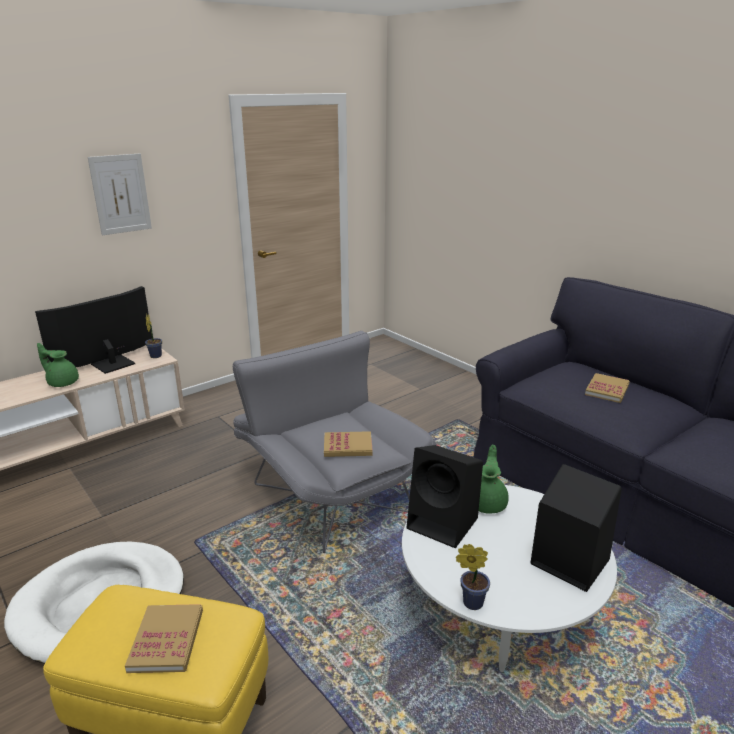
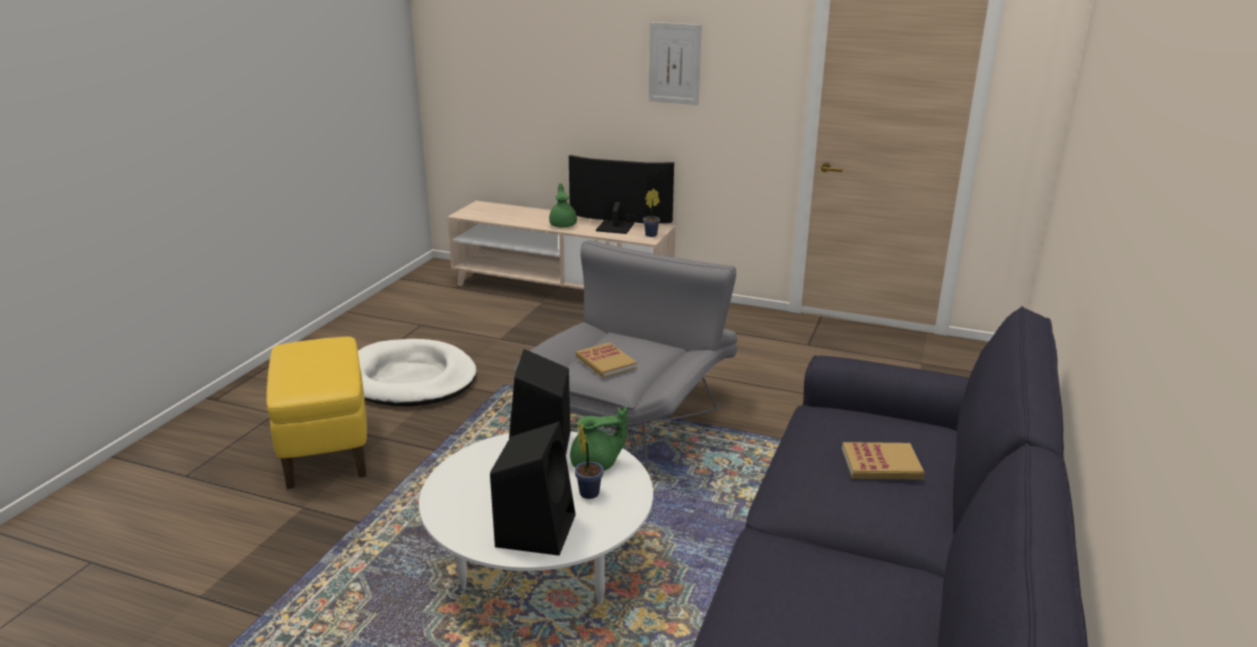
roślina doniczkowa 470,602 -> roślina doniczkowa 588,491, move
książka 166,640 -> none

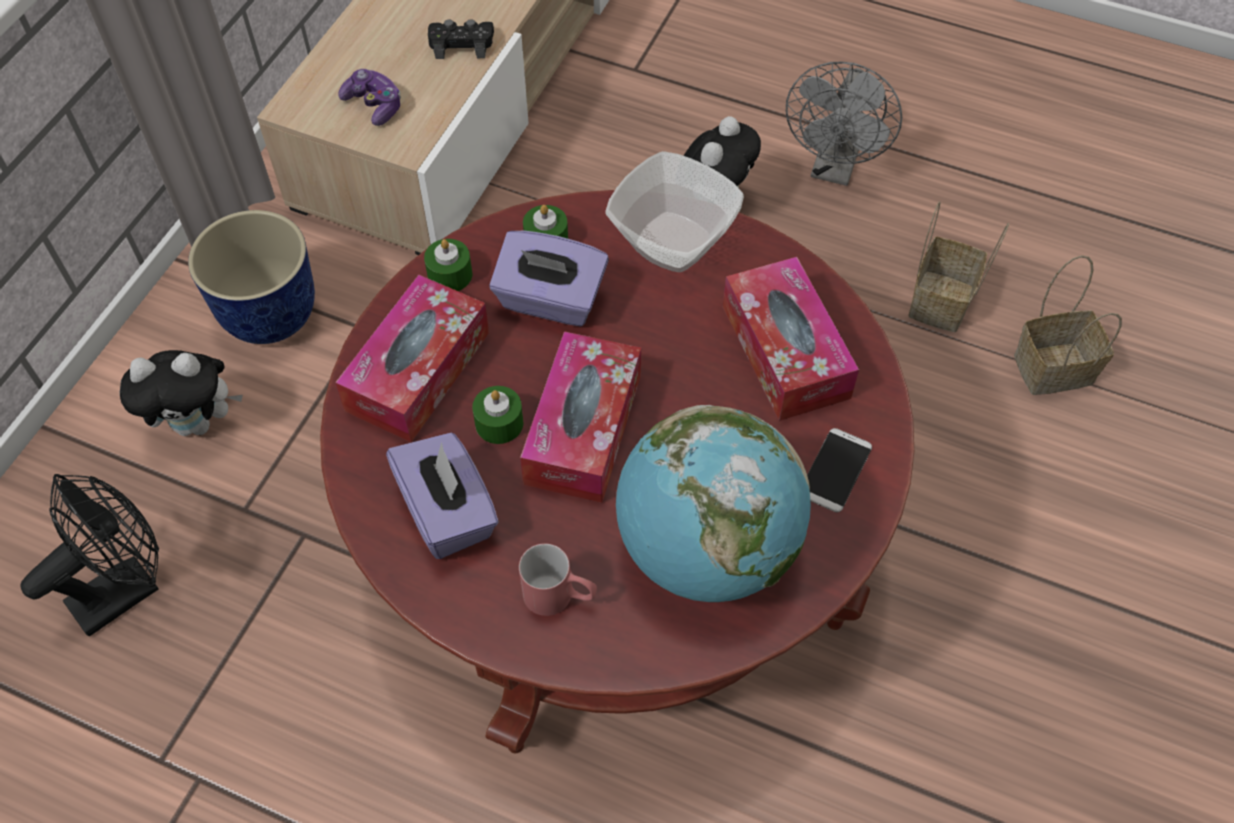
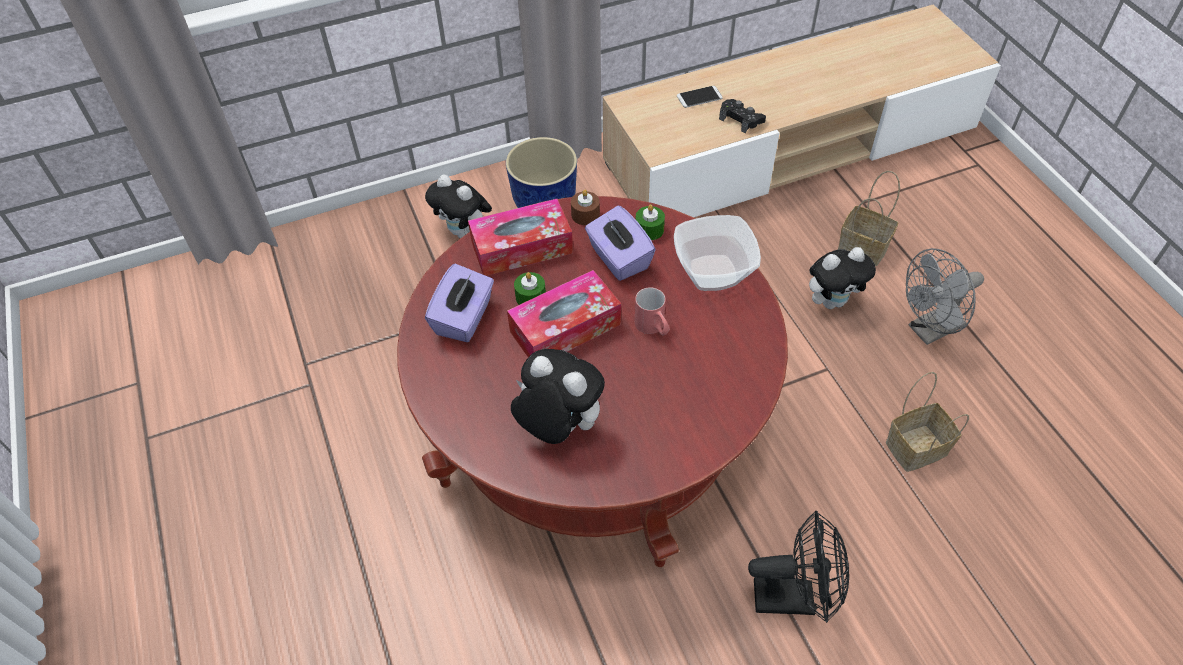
globus 706,549 -> pluszak 558,427
świeca/zielony 450,275 -> świeca/brązowy 585,214
kubek/czerwony 560,597 -> kubek/czerwony 653,328, move
telefon 835,470 -> telefon 699,97, move
wentylator/czarny 125,588 -> wentylator/czarny 794,597, move
koszyk 1055,367 -> koszyk 865,248, move
pad do gier 374,105 -> none
pudełko chusteczek 785,351 -> none

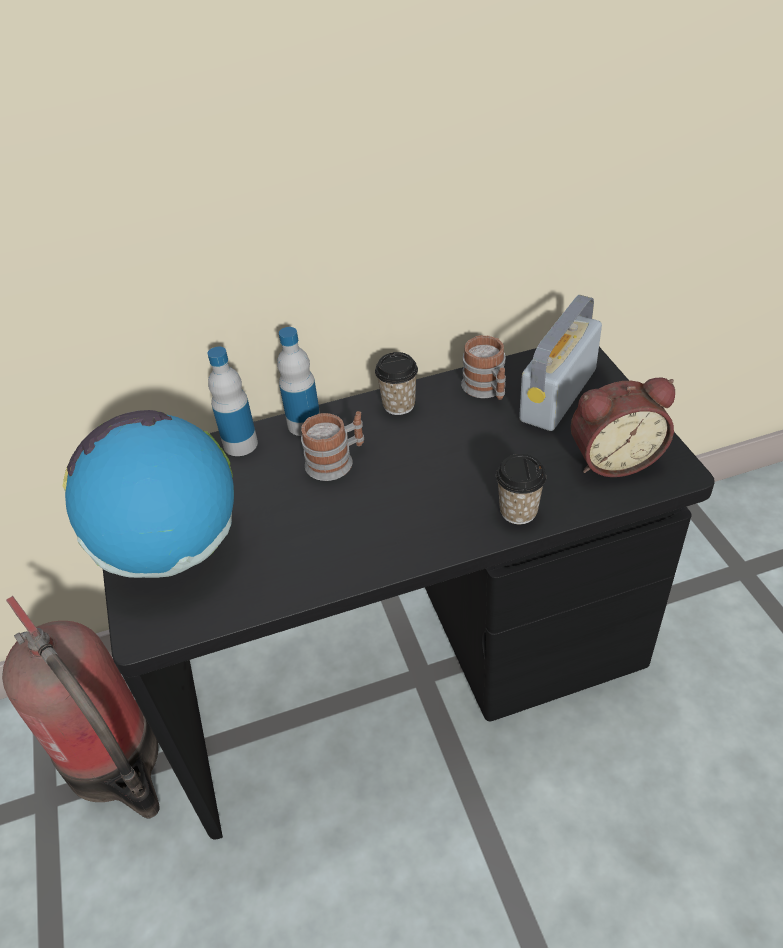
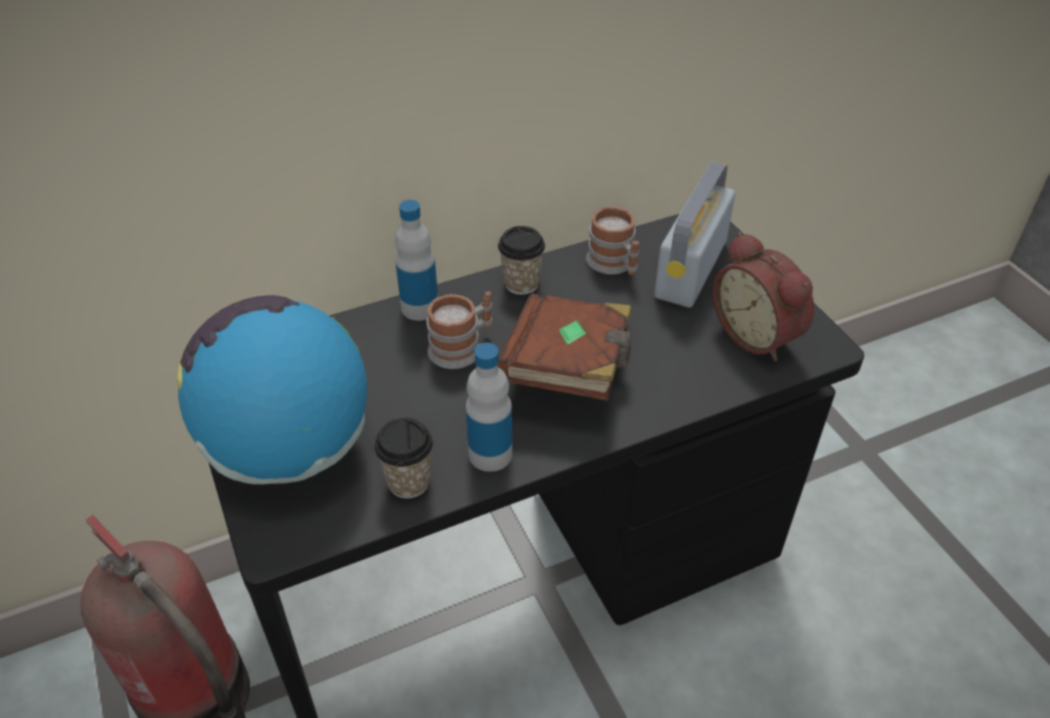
filiżanka 518,511 -> filiżanka 409,481, move
butelka 240,444 -> butelka 490,454, move
none -> książka/brązowy 569,368
budzik 613,458 -> budzik 758,334, 75 degrees clockwise

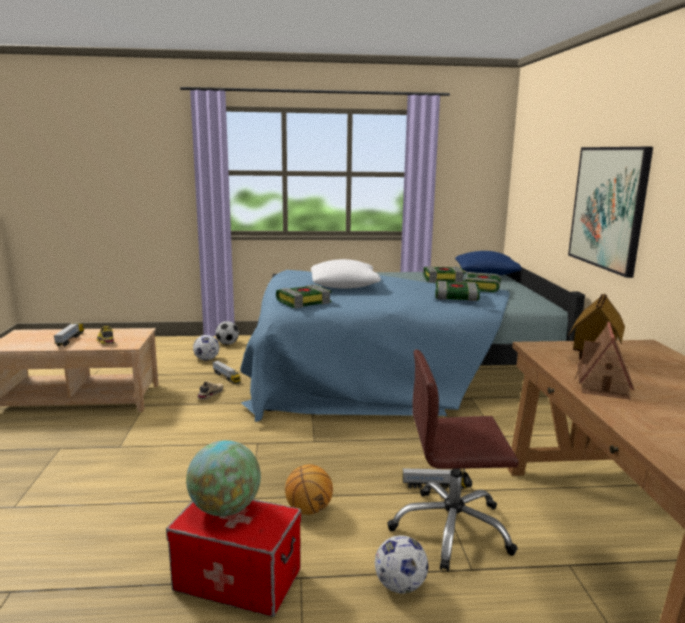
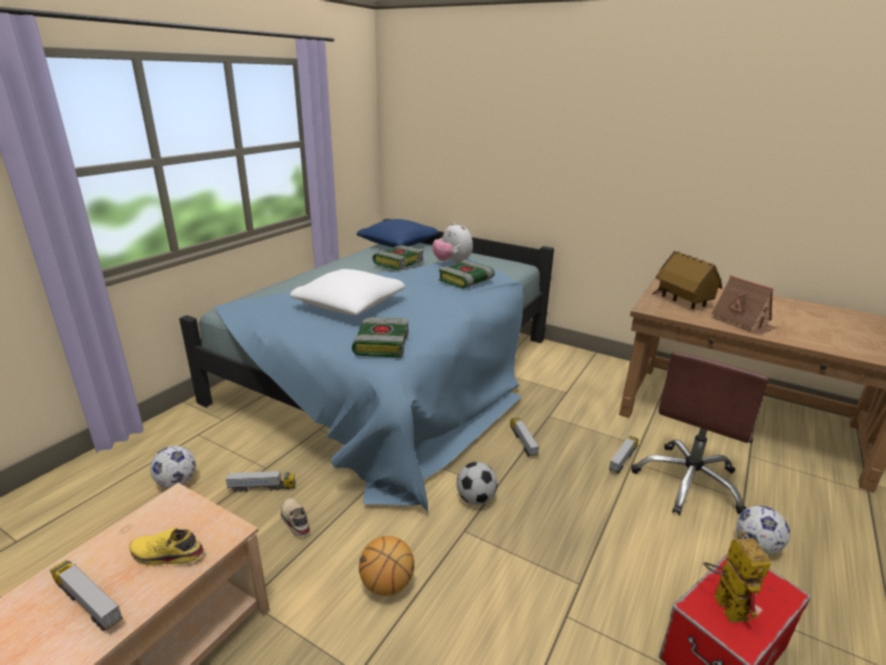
piłka do koszykówki 308,510 -> piłka do koszykówki 387,584, move
książka 483,288 -> pluszak 452,262
piłka futbolowa 227,344 -> piłka futbolowa 475,499, move
none -> ciężarówka zabawkowa 523,441
globus 225,509 -> robot zabawkowy 723,602
obraz 608,207 -> none

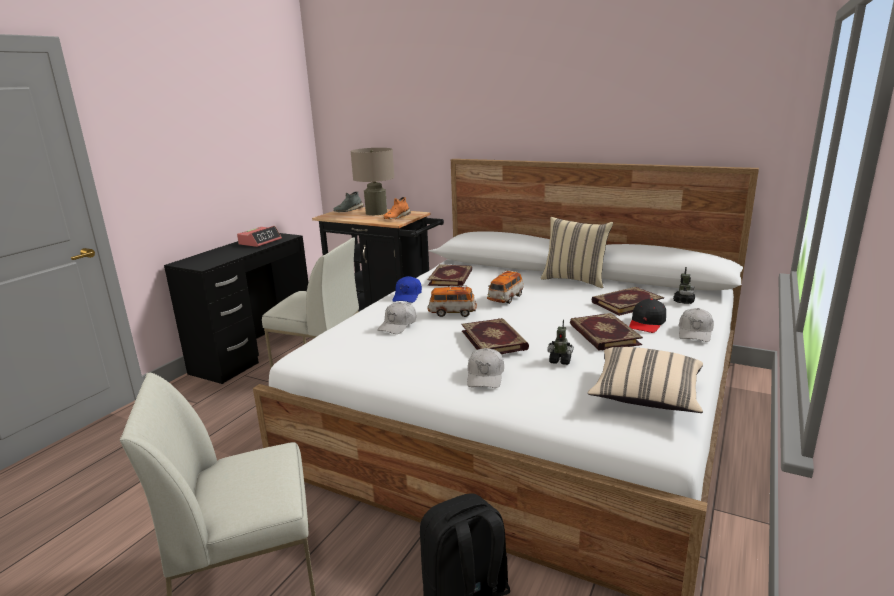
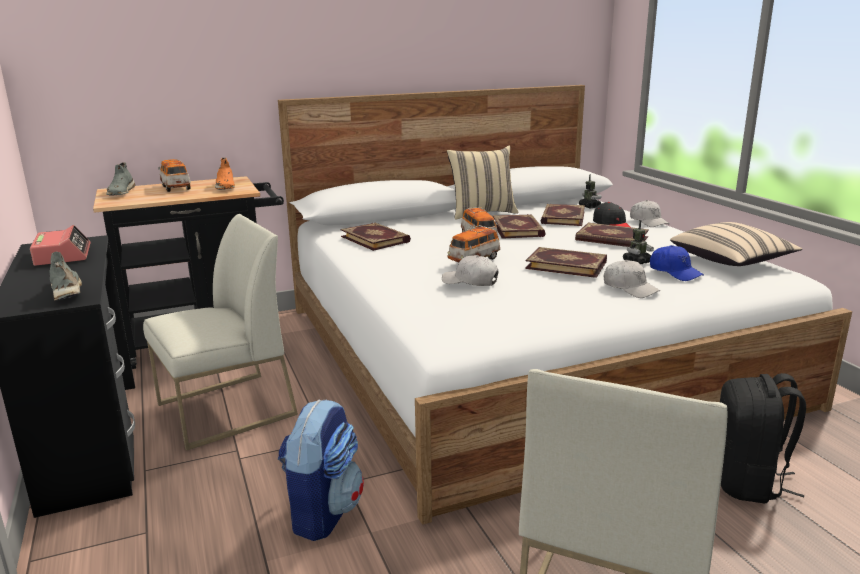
none -> but/szary 67,291
lampa stołowa/beżowy 376,213 -> samochodzik 176,187
none -> plecak 323,512
czapka z daszkiem/biały 398,325 -> czapka z daszkiem/biały 470,281, 135 degrees clockwise
none -> książka 518,229
czapka z daszkiem/niebieski 407,296 -> czapka z daszkiem/niebieski 675,272, move

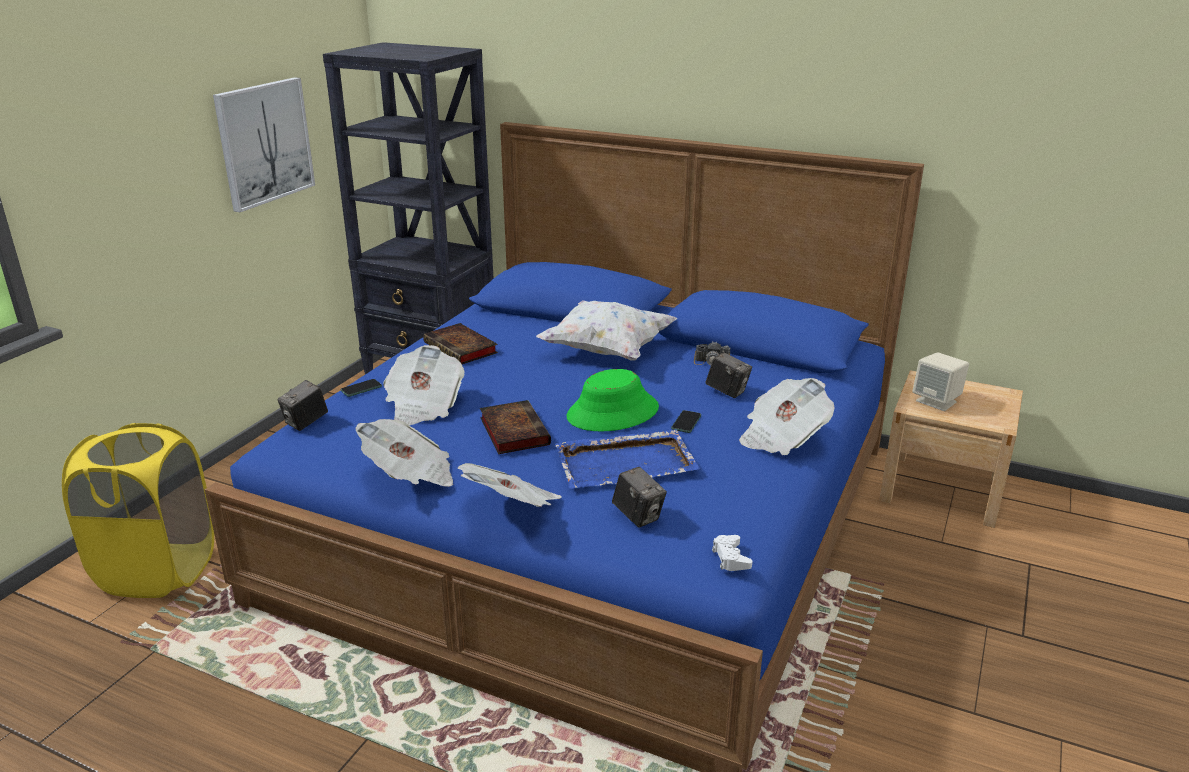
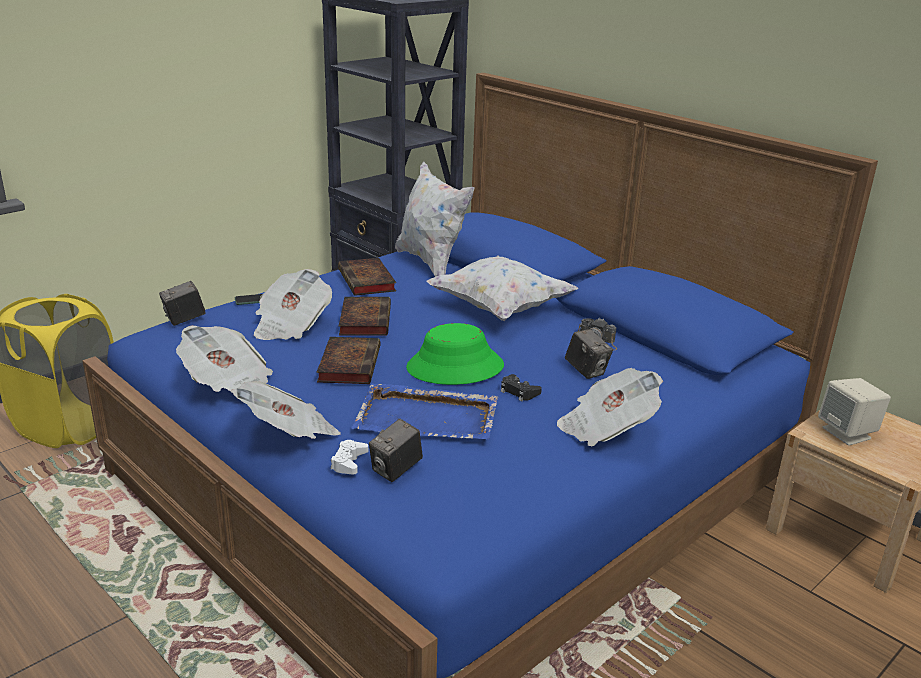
pad do gier/biały 730,558 -> pad do gier/biały 349,462, move
none -> książka 364,320
aparat fotograficzny 638,516 -> aparat fotograficzny 396,470, 60 degrees clockwise
none -> poduszka/biały 431,263
telefon 686,422 -> pad do gier/czarny 519,392
obraz 264,143 -> none

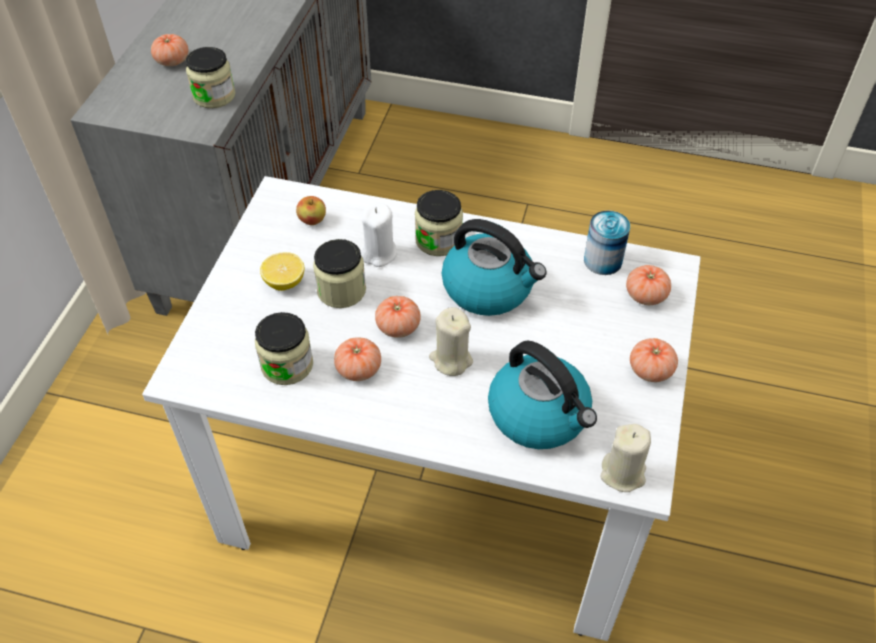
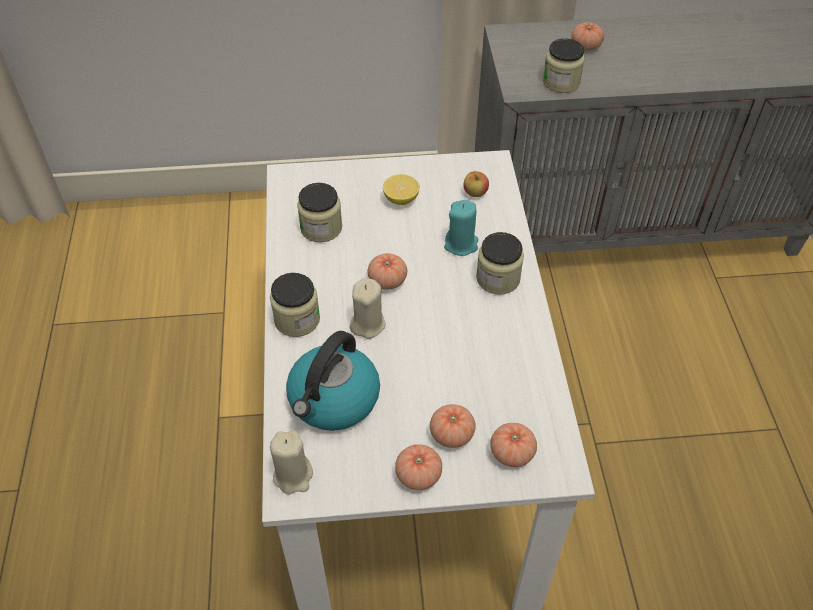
słoik 341,290 -> słoik 297,319, move
pomidor 358,369 -> pomidor 451,434, move
świeca/biały 379,253 -> świeca/turkusowy 461,244
czajnik 489,288 -> none
puszka 603,260 -> none

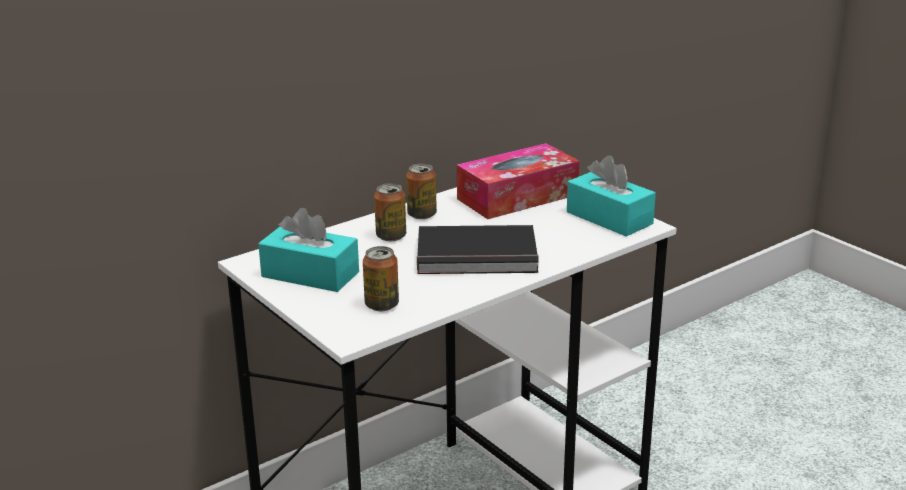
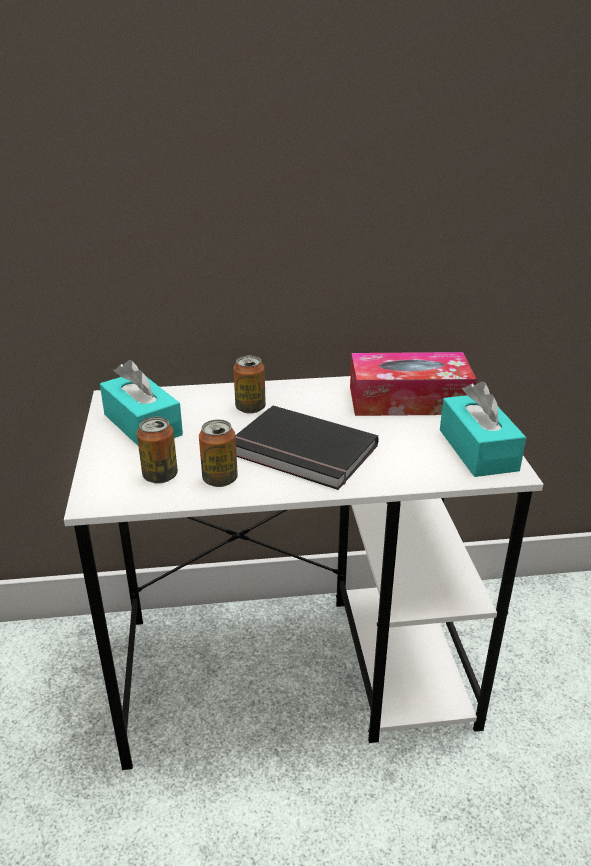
puszka 421,215 -> puszka 220,479, move

